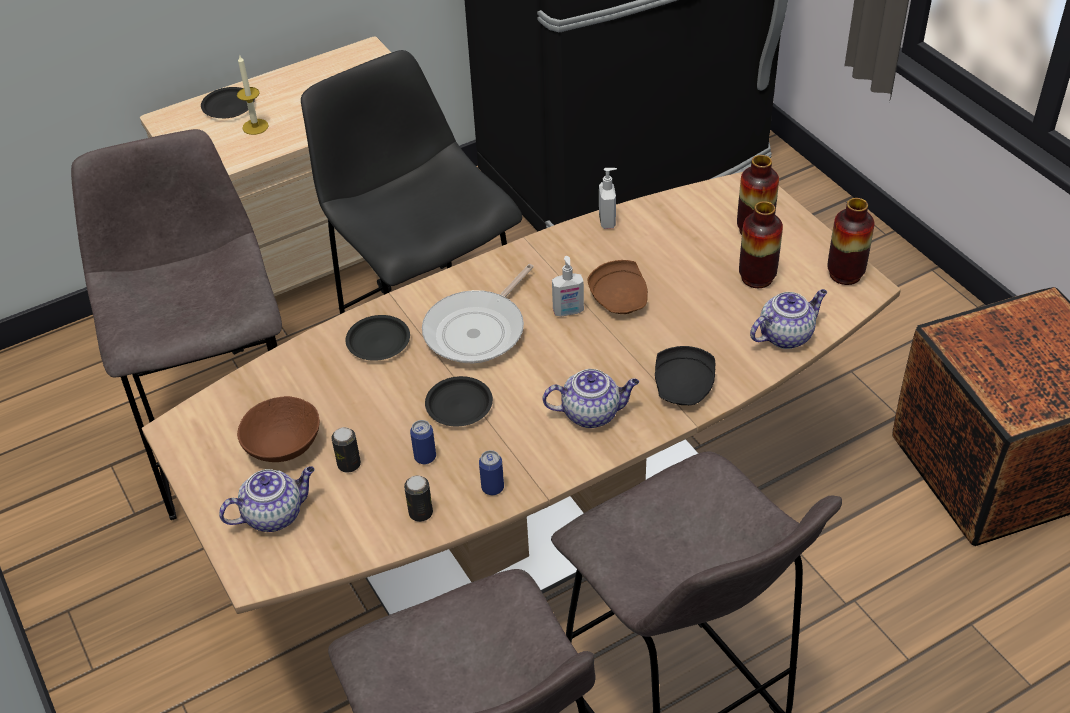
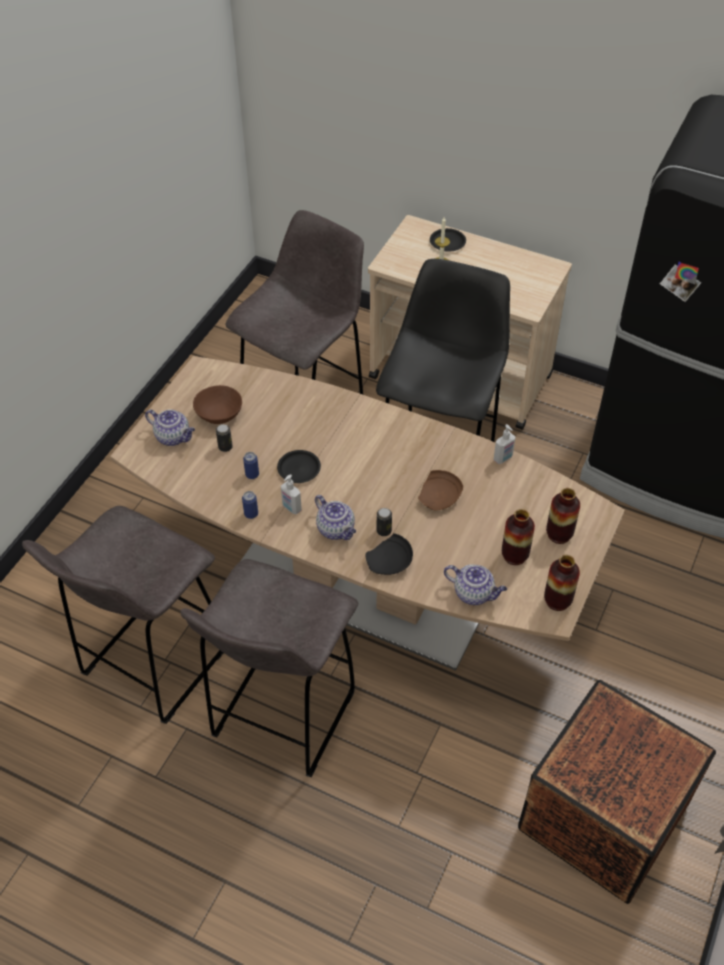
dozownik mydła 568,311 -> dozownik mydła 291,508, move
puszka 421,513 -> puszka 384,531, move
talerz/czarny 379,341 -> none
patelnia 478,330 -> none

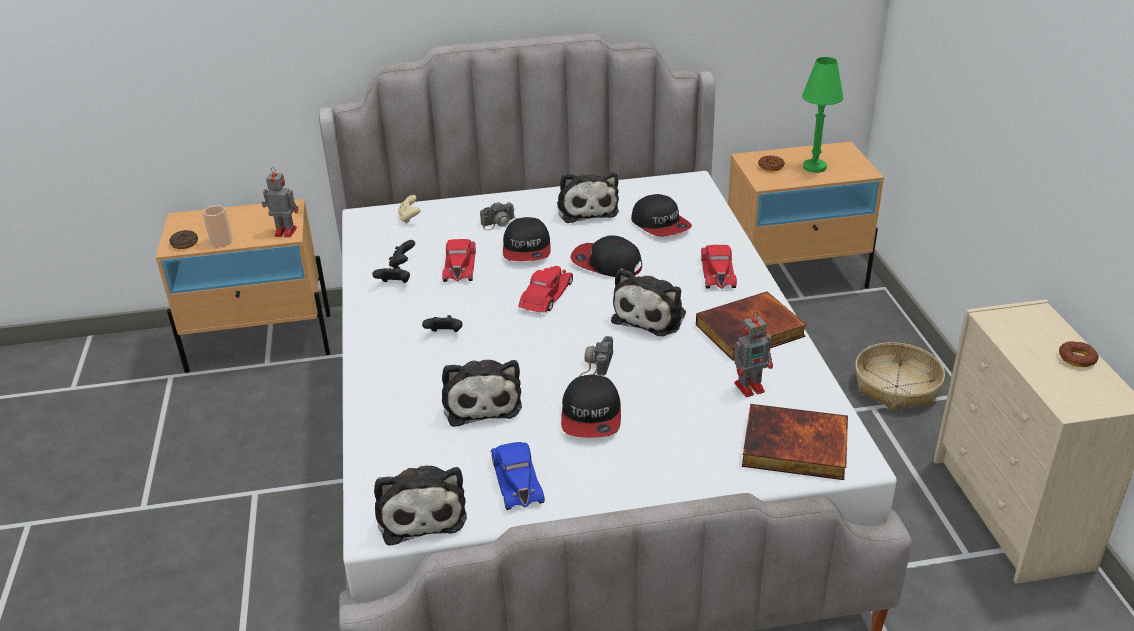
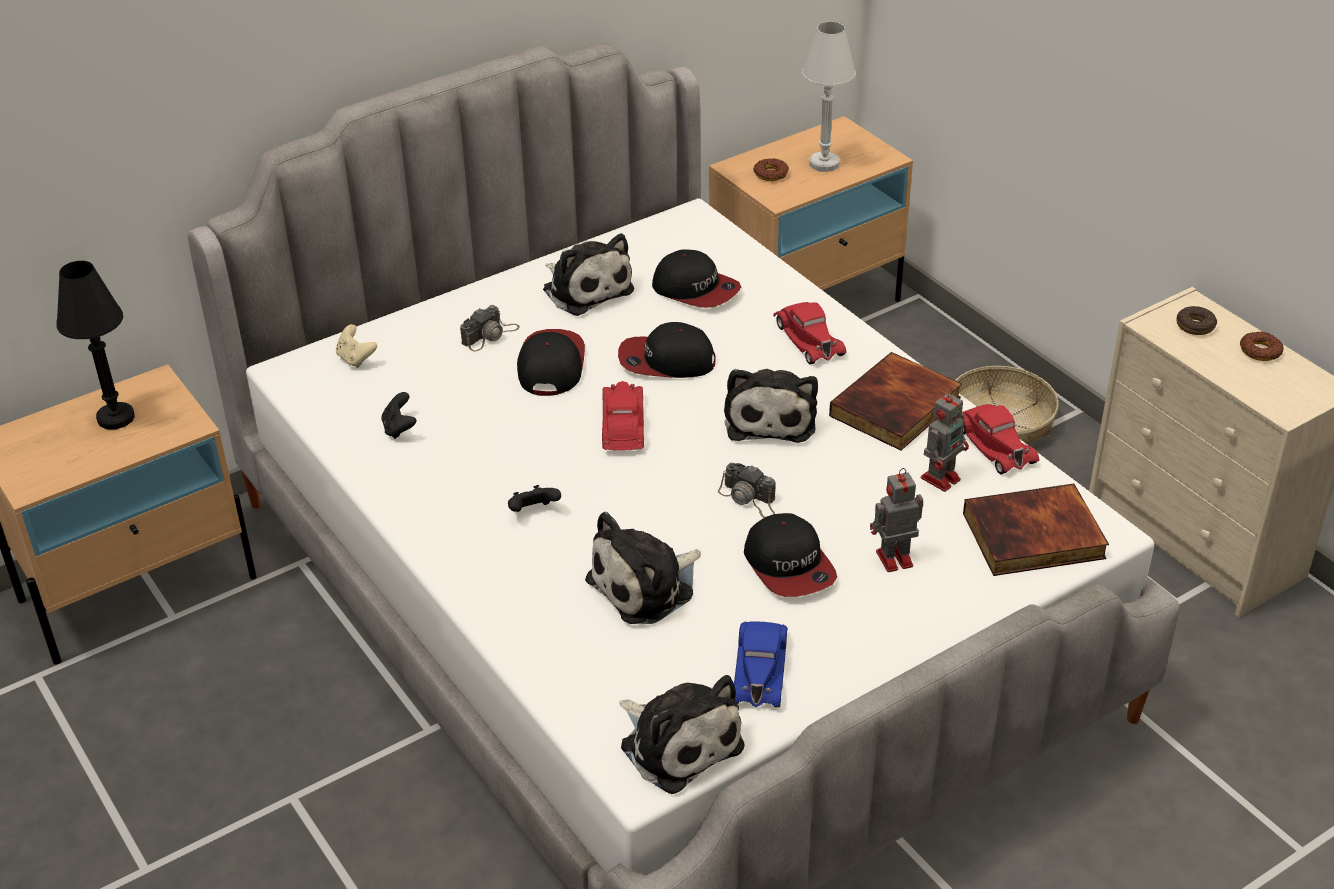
none -> lampa stołowa/czarny 116,418
czapka z daszkiem 527,249 -> czapka z daszkiem 550,365, 150 degrees counterclockwise
pluszak 481,401 -> pluszak 646,586, 90 degrees clockwise
aparat fotograficzny 596,364 -> aparat fotograficzny 749,499, 45 degrees counterclockwise
samochodzik/niebieski 516,479 -> samochodzik/niebieski 760,669, 45 degrees clockwise
lampa stołowa/zielony 814,167 -> lampa stołowa/biały 824,163
robot zabawkowy 284,232 -> robot zabawkowy 892,559, move
samochodzik/czerwony 460,265 -> samochodzik/czerwony 993,444, move
donut 184,243 -> donut 1195,326, move
filiżanka 221,242 -> none
pad do gier/czarny 394,285 -> none

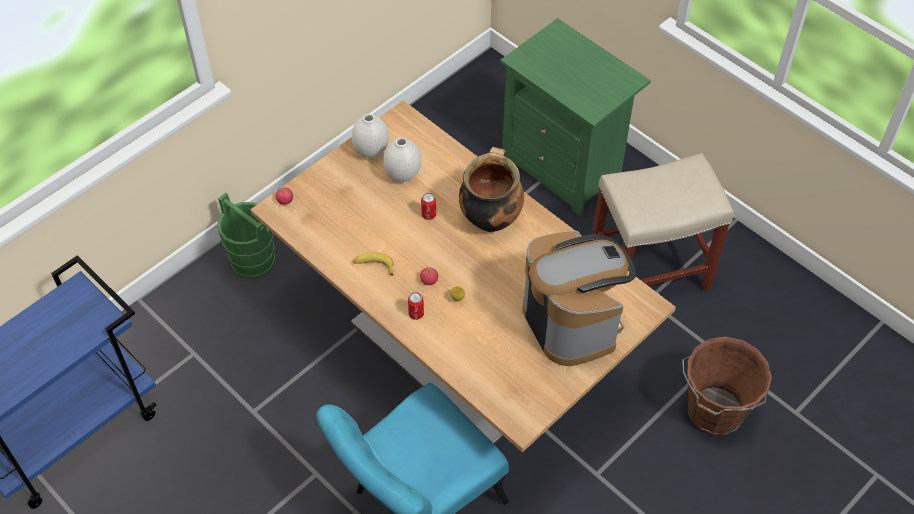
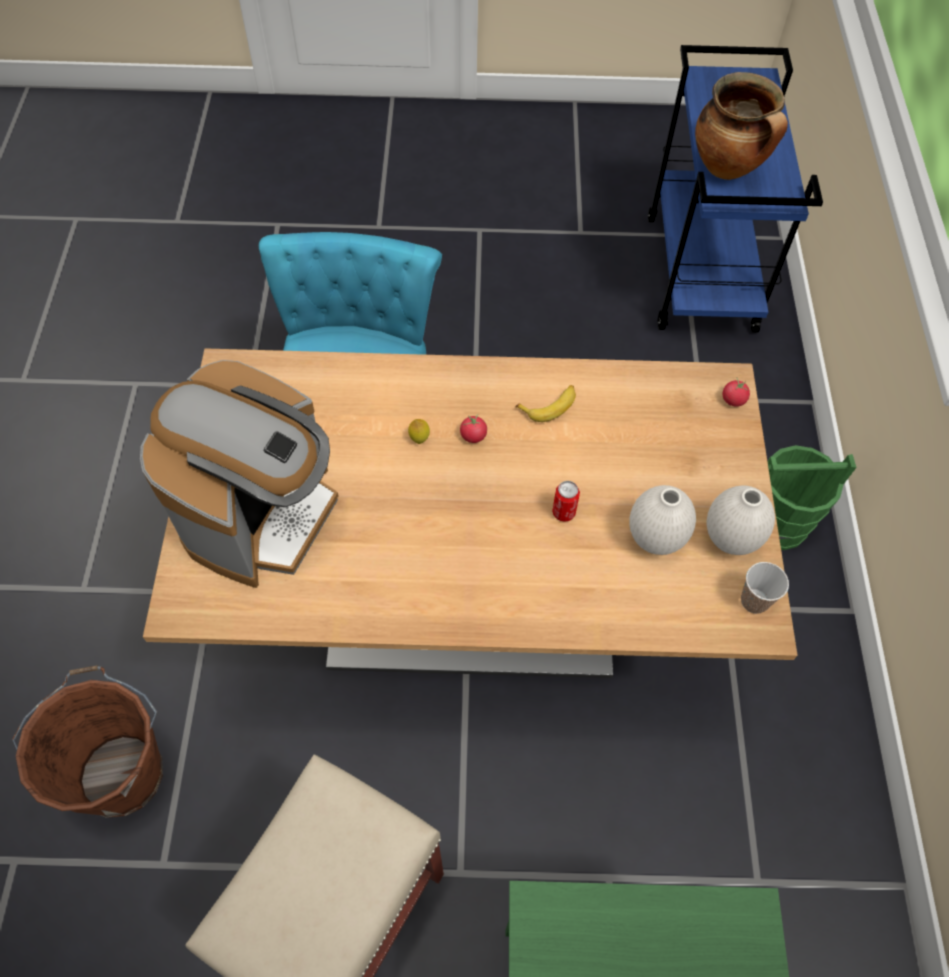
ekspres do kawy 572,321 -> ekspres do kawy 263,514, 90 degrees counterclockwise
garnek 490,217 -> garnek 728,168, move
none -> filiżanka 754,601
puszka 416,314 -> none

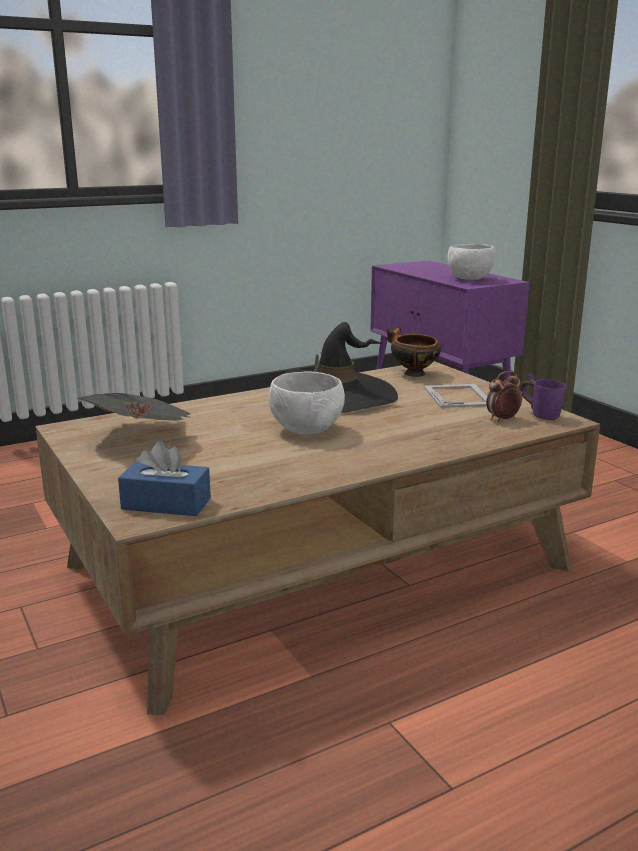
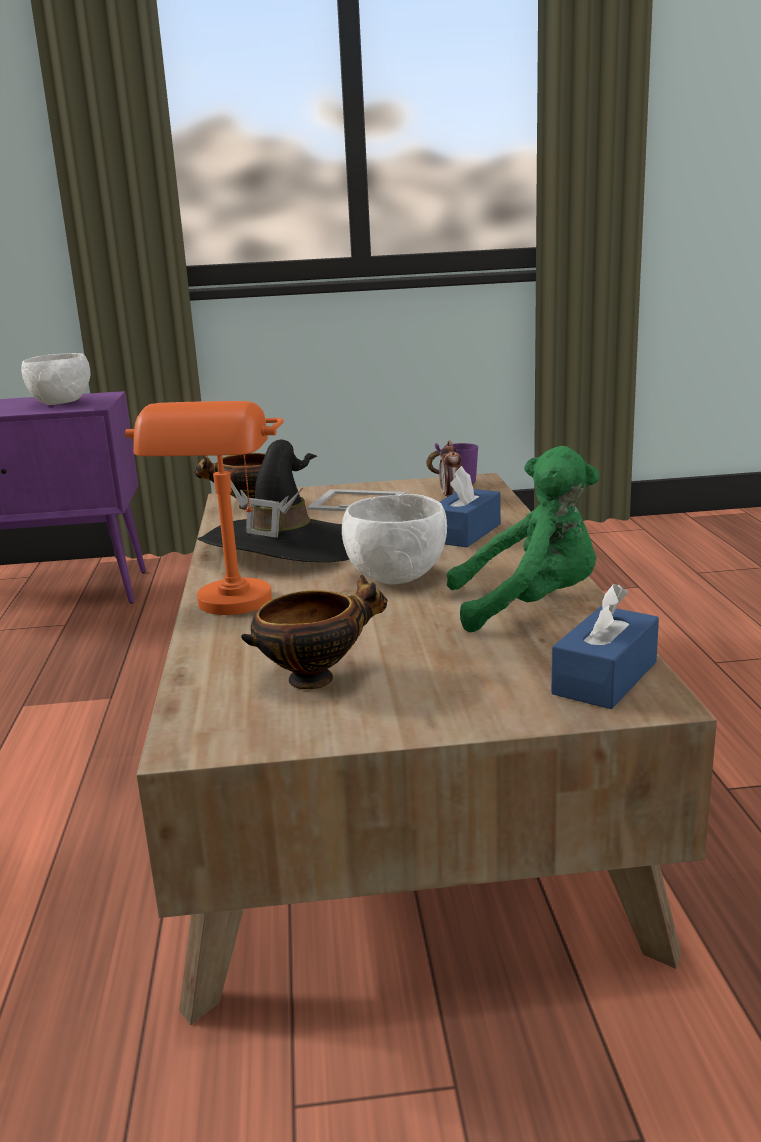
none -> lampa stołowa/pomarańczowy 230,611
gazeta 142,437 -> miska 315,677
none -> pudełko chusteczek/niebieski 465,533
none -> pluszak/zielony 530,606

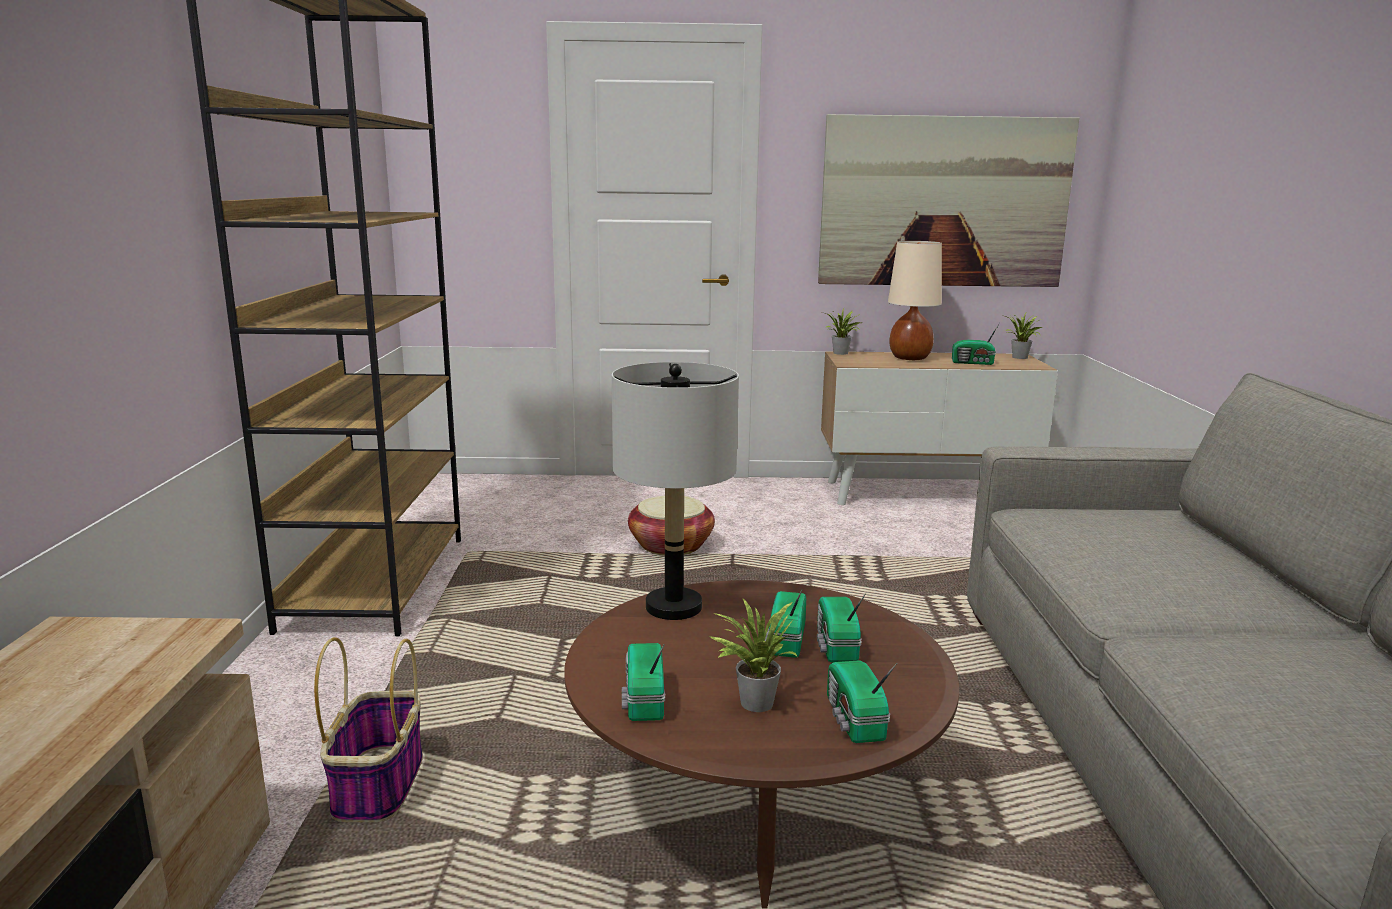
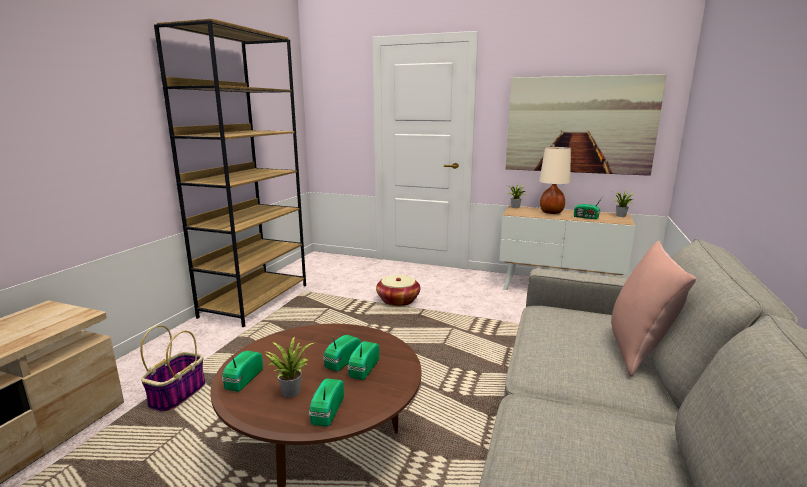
none -> poduszka/różowy 638,350
lampa stołowa/szary 674,607 -> none

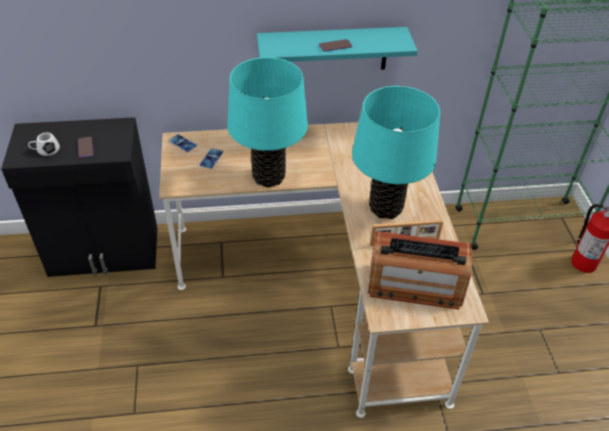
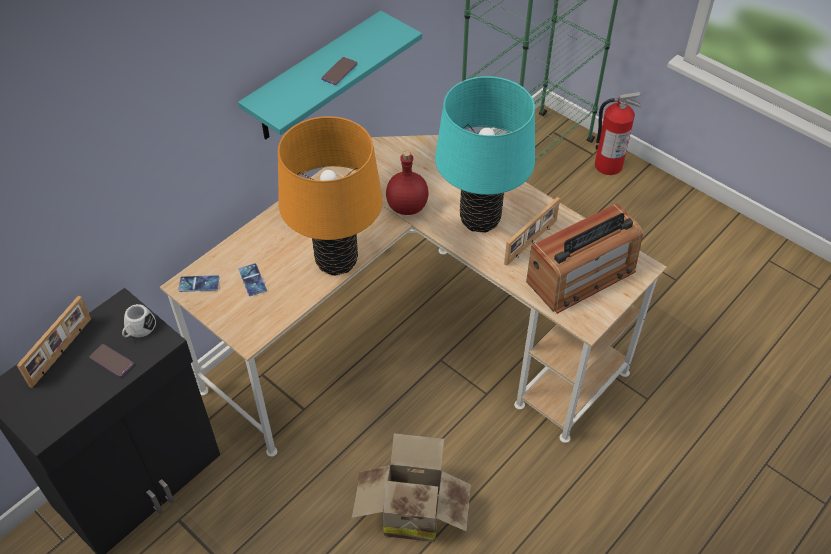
none -> ramka na zdjęcie 62,352
kubek/biały 45,150 -> kubek/biały 138,329, move
lampa stołowa/turkusowy 268,177 -> lampa stołowa/pomarańczowy 336,261
none -> karton 411,510
none -> butelka/czerwony 407,207

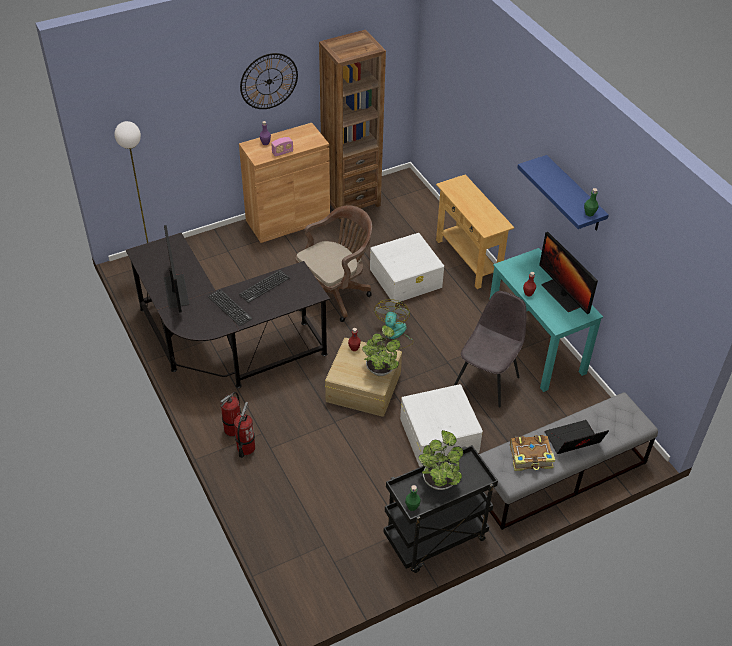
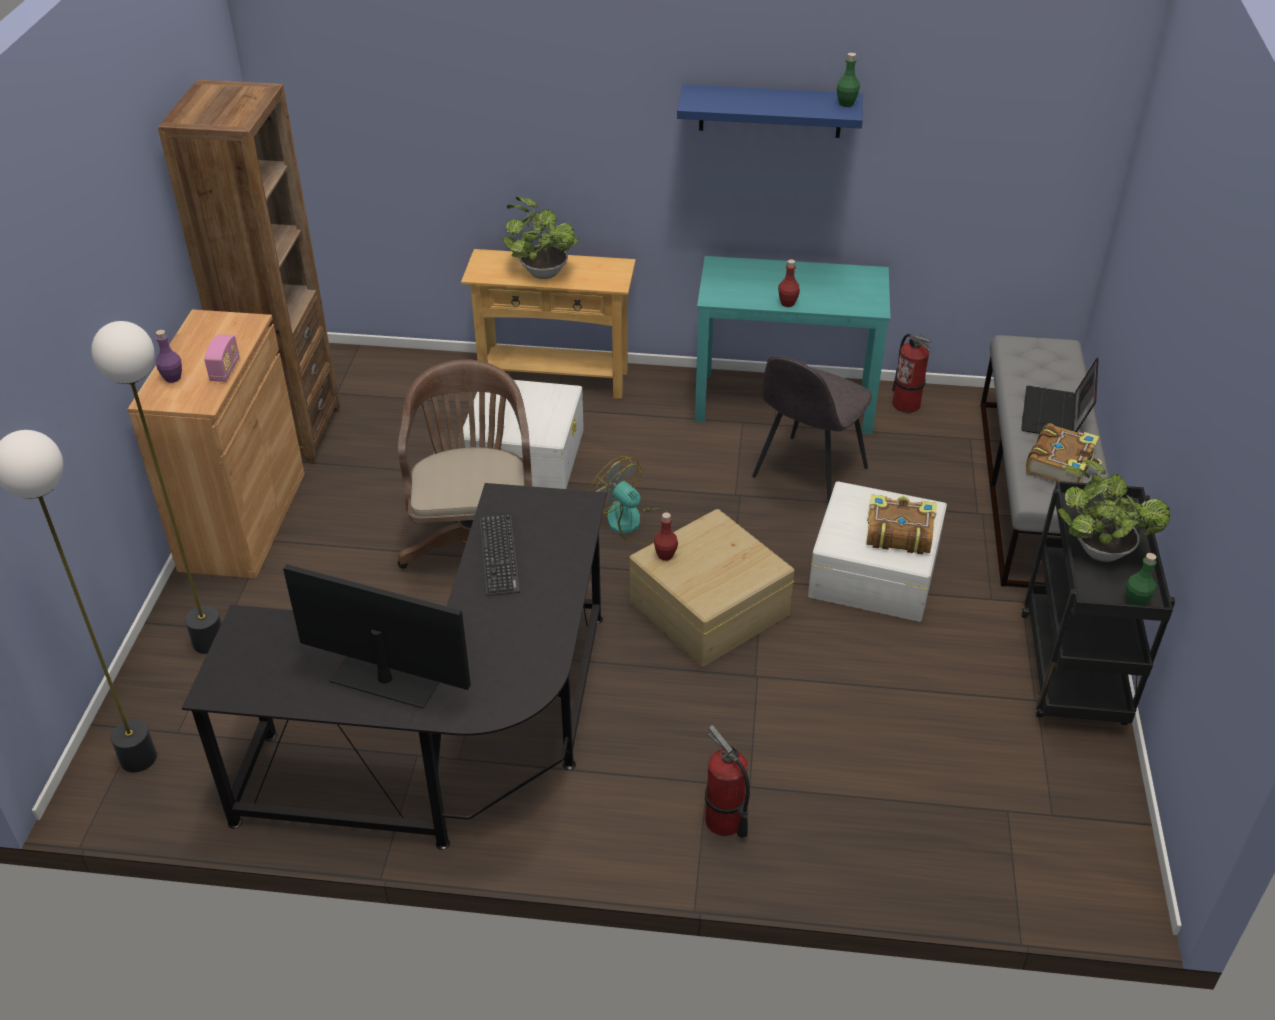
none -> lampa stojąca 208,641
roślina doniczkowa 380,369 -> roślina doniczkowa 541,271, move
krzesło/szary 487,380 -> krzesło/szary 808,474, 120 degrees counterclockwise
none -> książka 898,533
gaśnica 233,429 -> gaśnica 906,404, move
klawiatura 230,308 -> none
zegar ścienny 269,81 -> none
monitor 562,295 -> none

